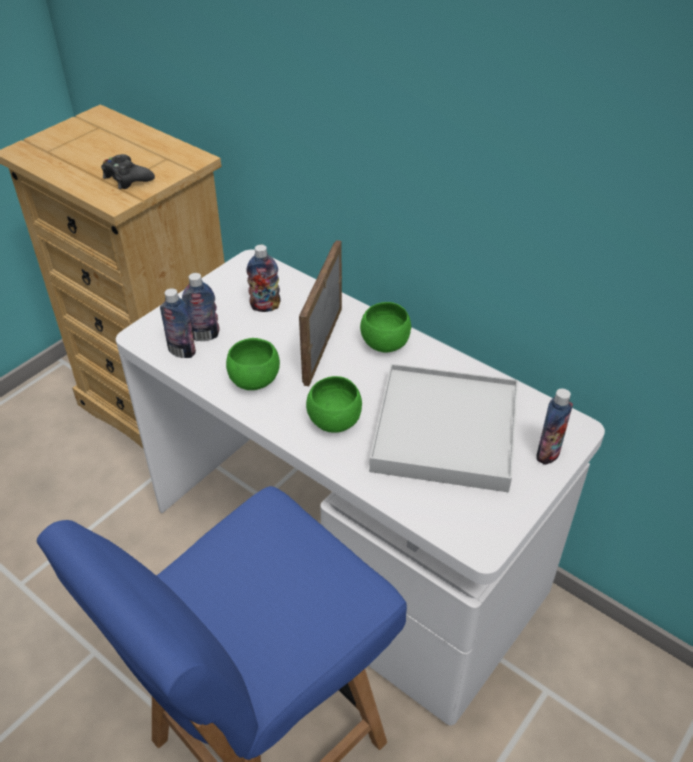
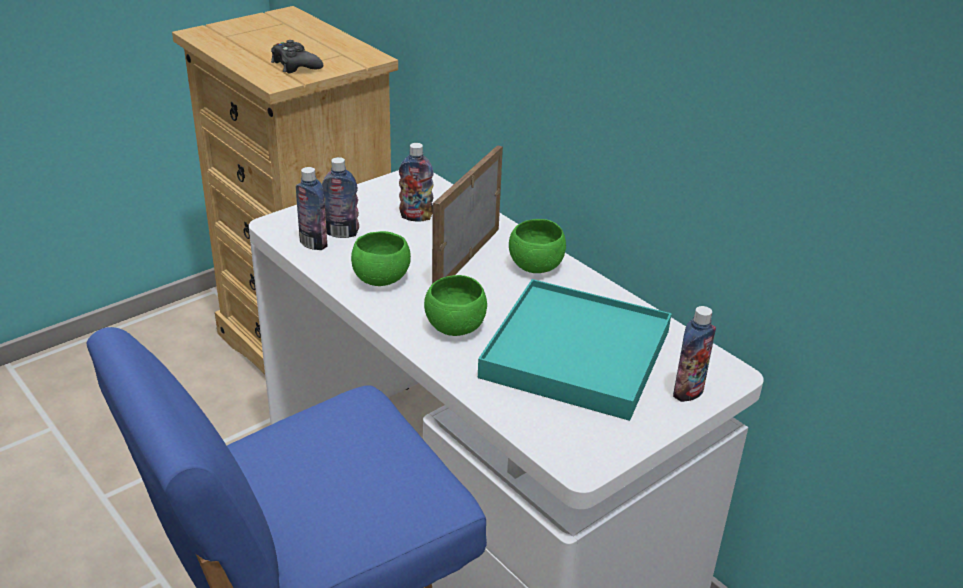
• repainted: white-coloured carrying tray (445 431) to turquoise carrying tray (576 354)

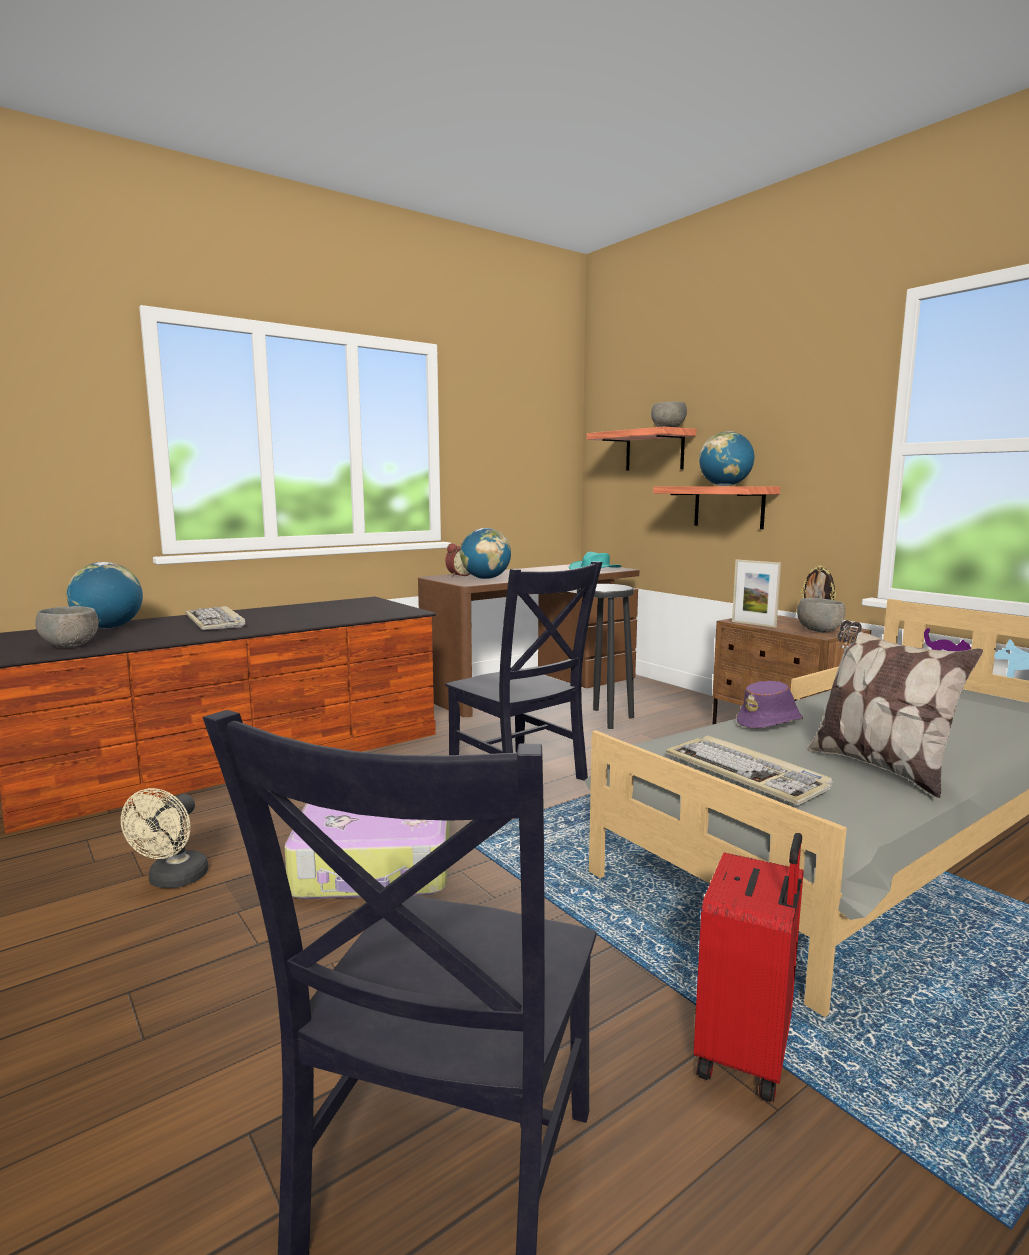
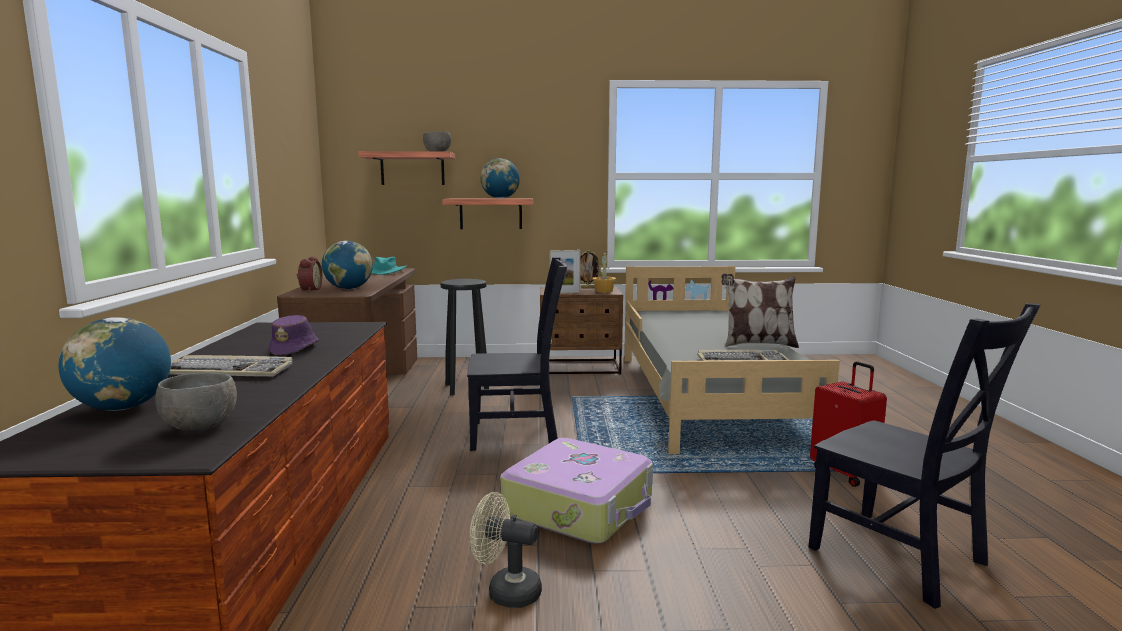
• shifted: purple-coloured hat (770 723) to (295 349)
• rotated: sand-coloured fan (173 880) = (506 591) 150 degrees clockwise
• swapped: gray serving bowl (819 631) to plant in a pot (604 291)

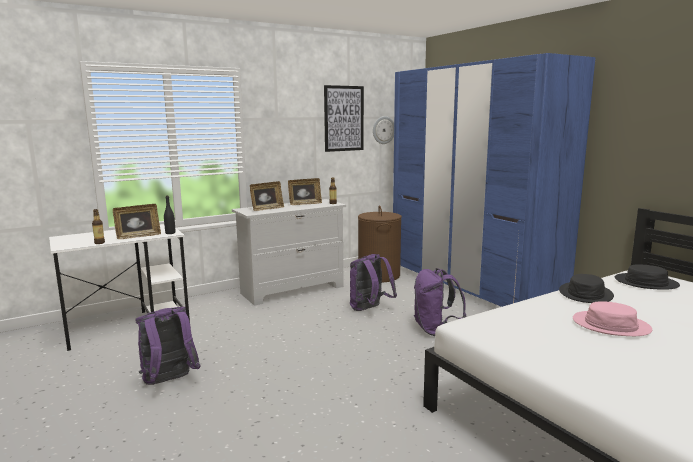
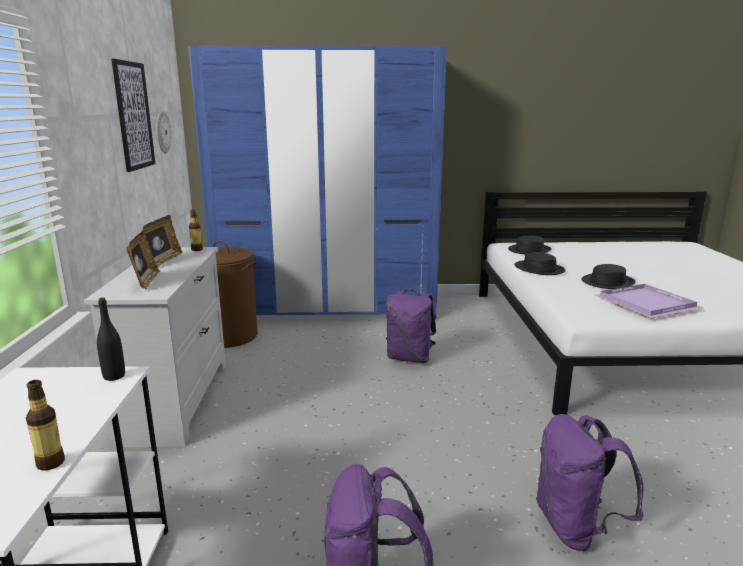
• shifted: purple-coloured rucksack (369 309) to (576 528)
• repainted: pinkish hat (610 325) to black hat (607 282)
• new: purple-coloured carrying tray (646 303)
• gone: picture frame (138 236)

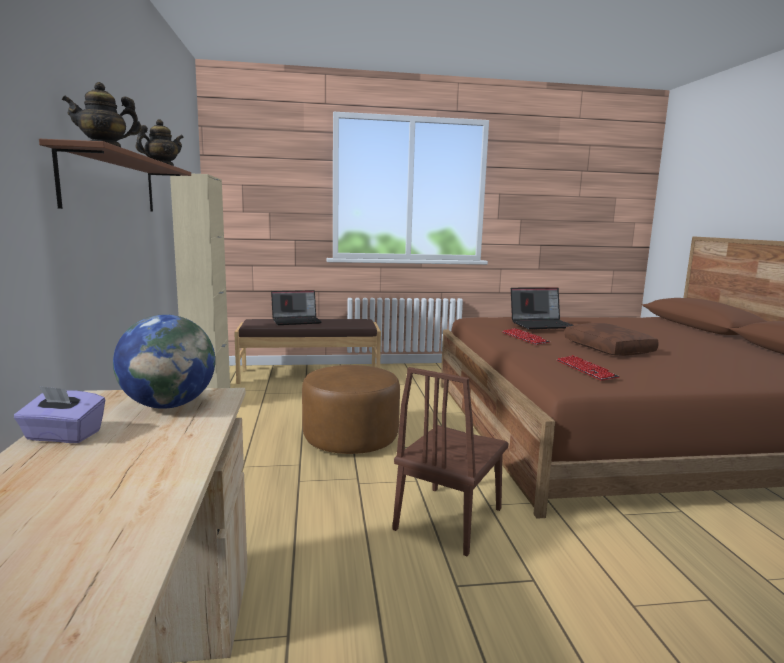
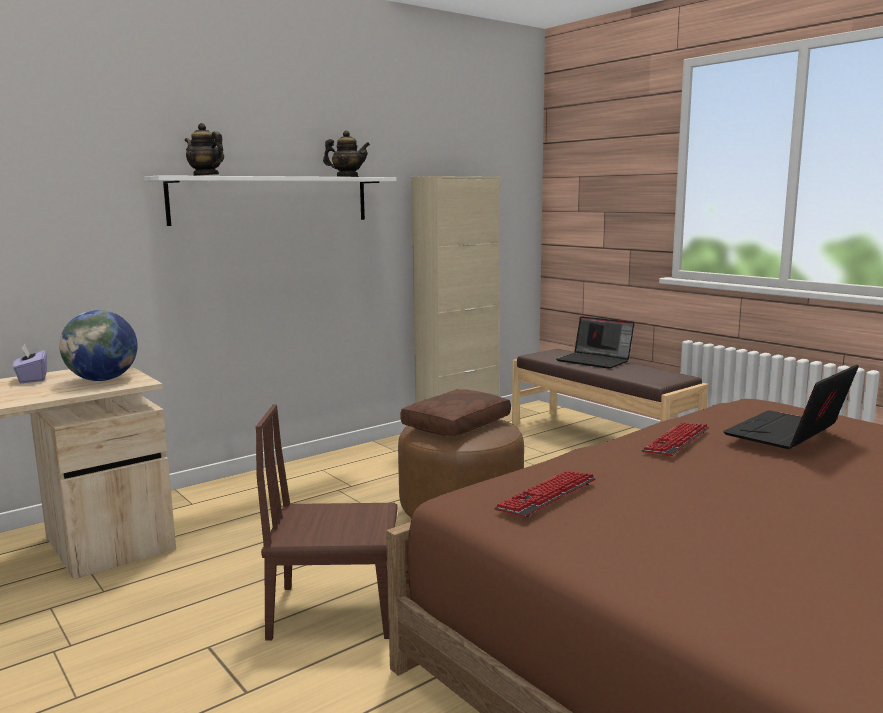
• repainted: brown-coloured shelf (112 184) to white-coloured shelf (272 200)
• shifted: brown-coloured pillow (609 349) to (457 425)
• rotated: portable computer (542 324) = (788 434) 90 degrees clockwise

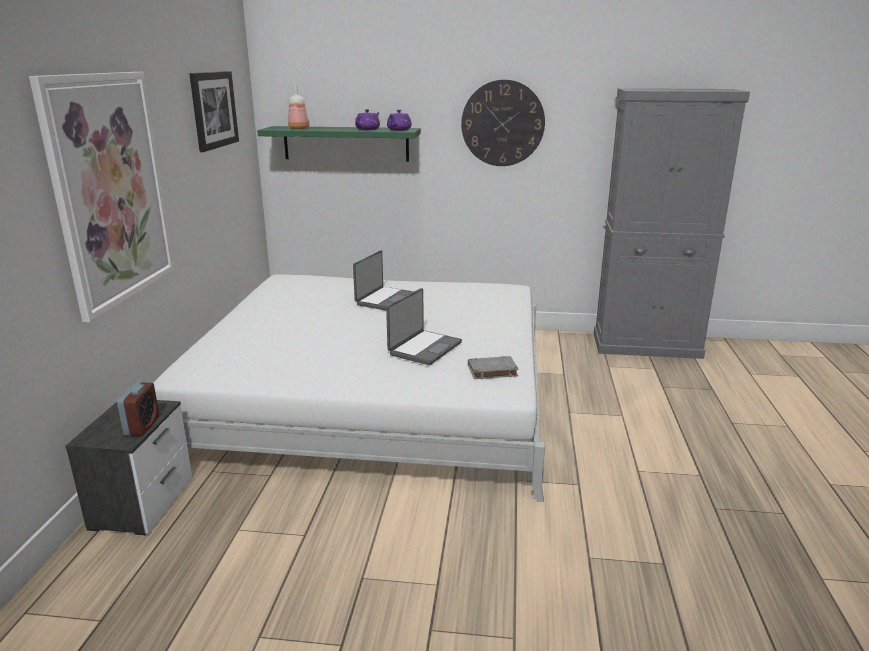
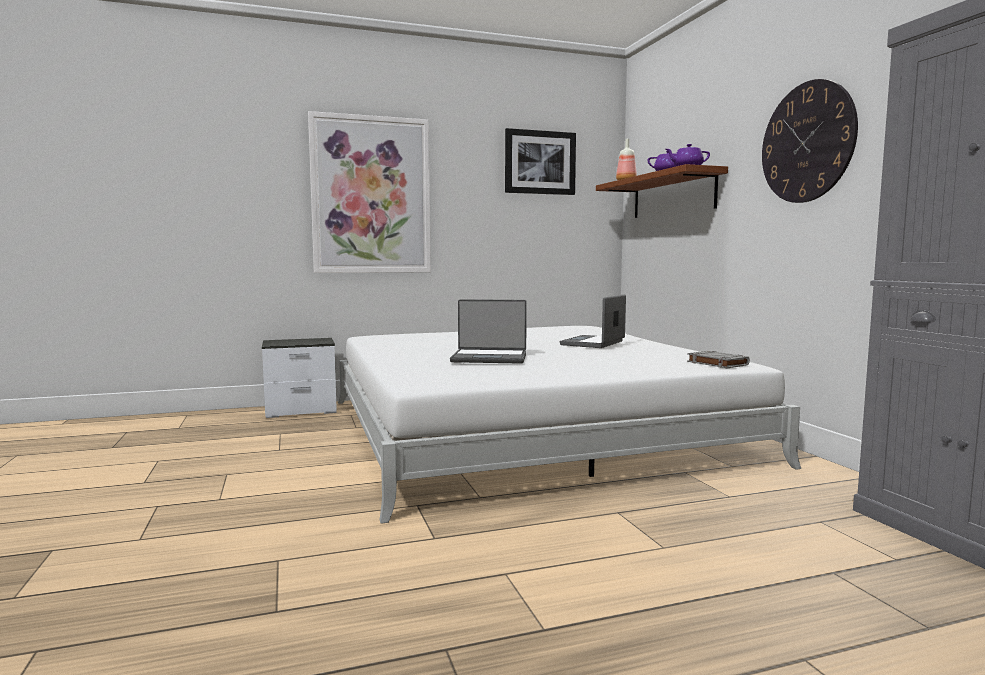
• rotated: portable computer (385 299) = (594 343) 120 degrees clockwise
• repainted: greenish shelf (346 143) to brown-coloured shelf (672 195)
• shifted: gray book (491 371) to (716 363)
• gone: bedside clock (142 426)

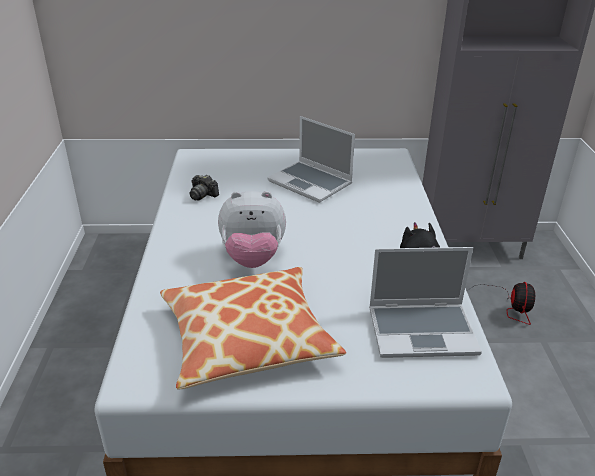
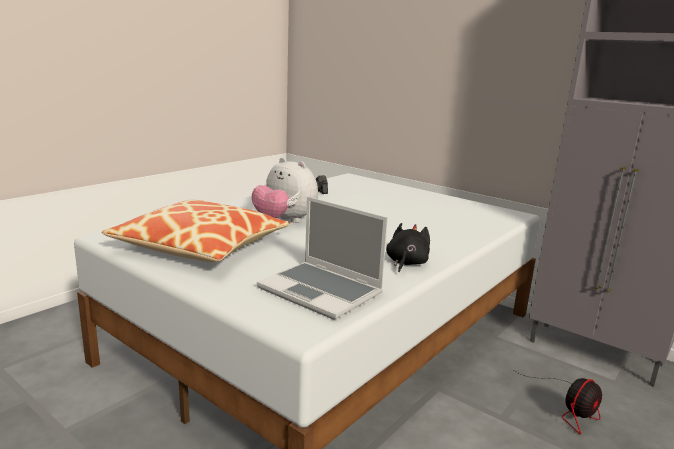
• gone: portable computer (311 183)

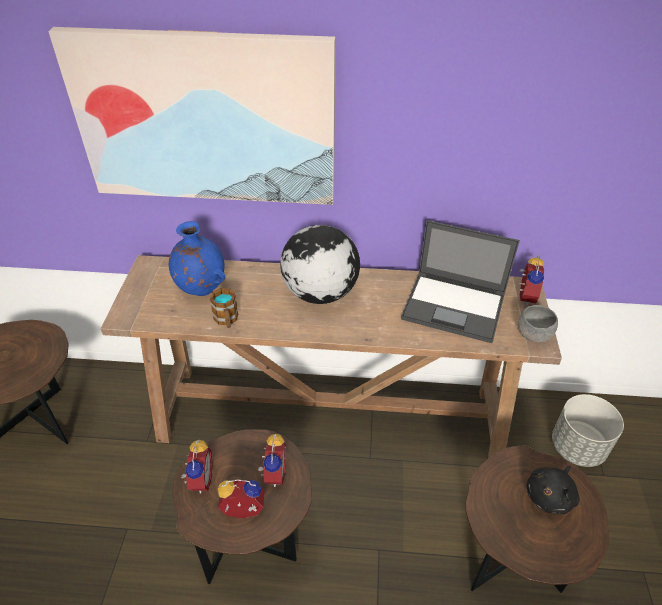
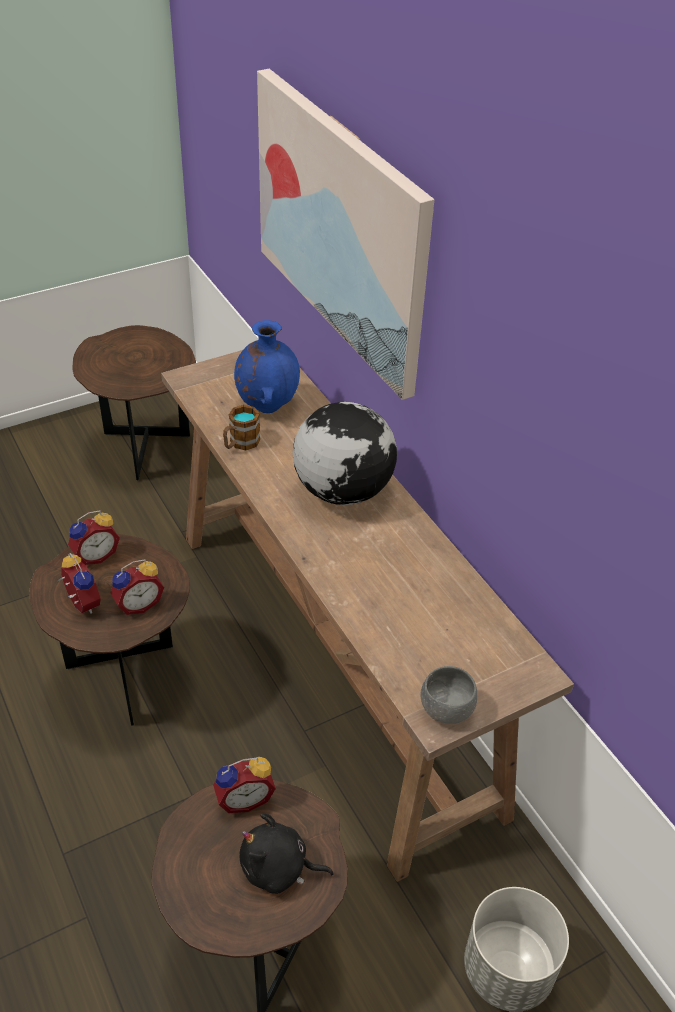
• shifted: bedside clock (524 296) to (244 798)
• gone: portable computer (455 307)

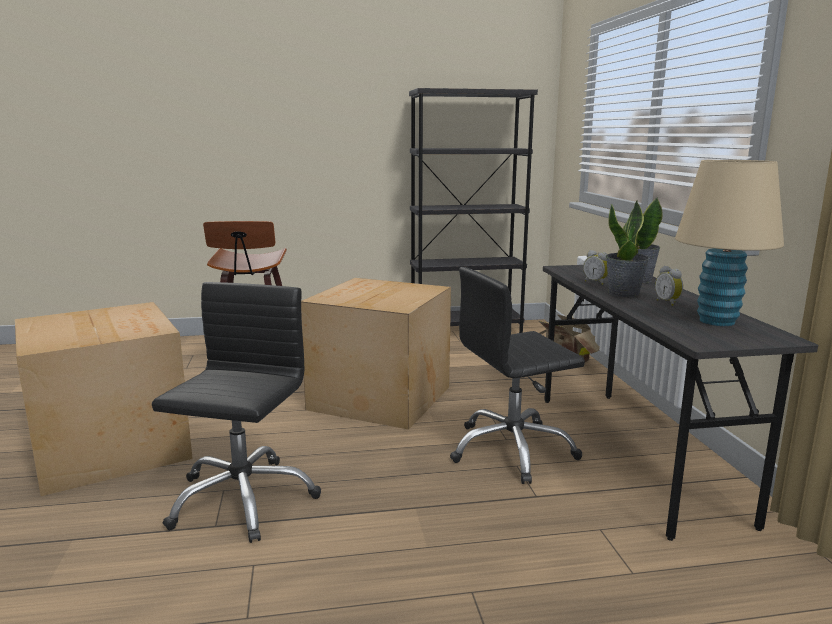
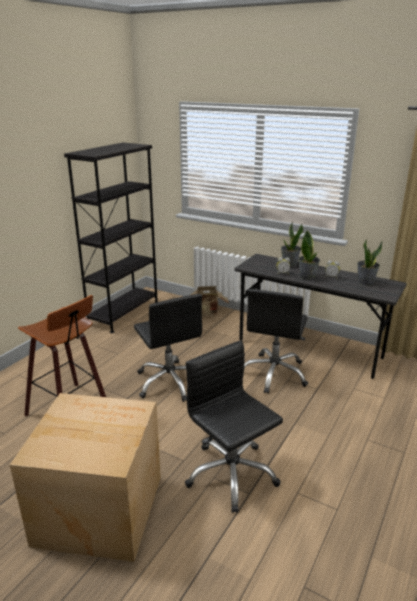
• swapped: cardboard box (378 398) to black desk chair (170 382)
• swapped: sand-coloured lamp for a table (717 321) to plant in a pot (365 282)

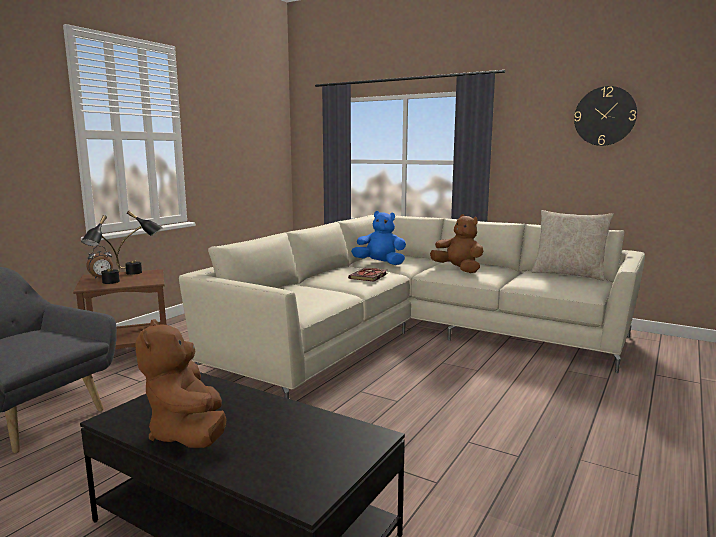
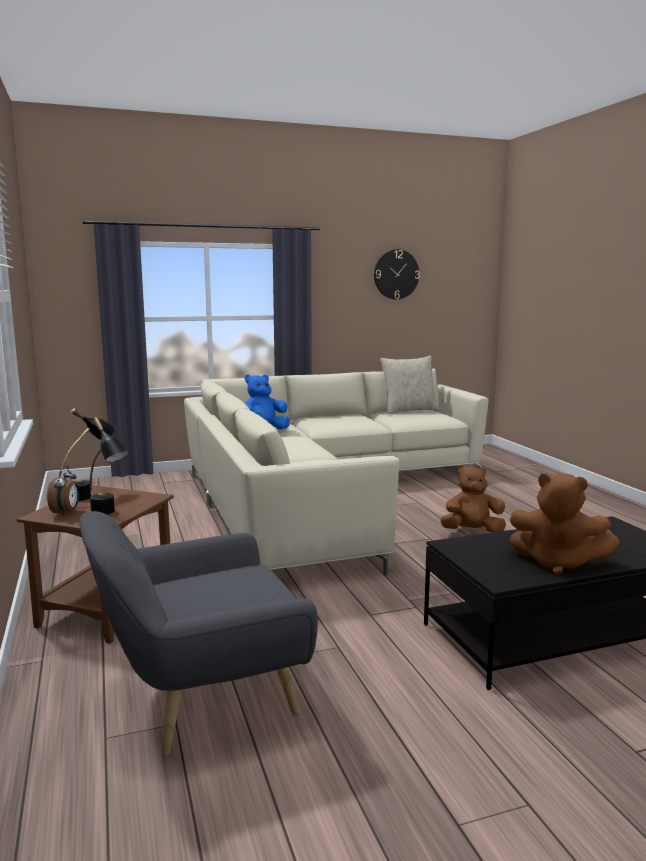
• shifted: brown-coloured plush toy (458 270) to (472 531)
• gone: book (369 276)

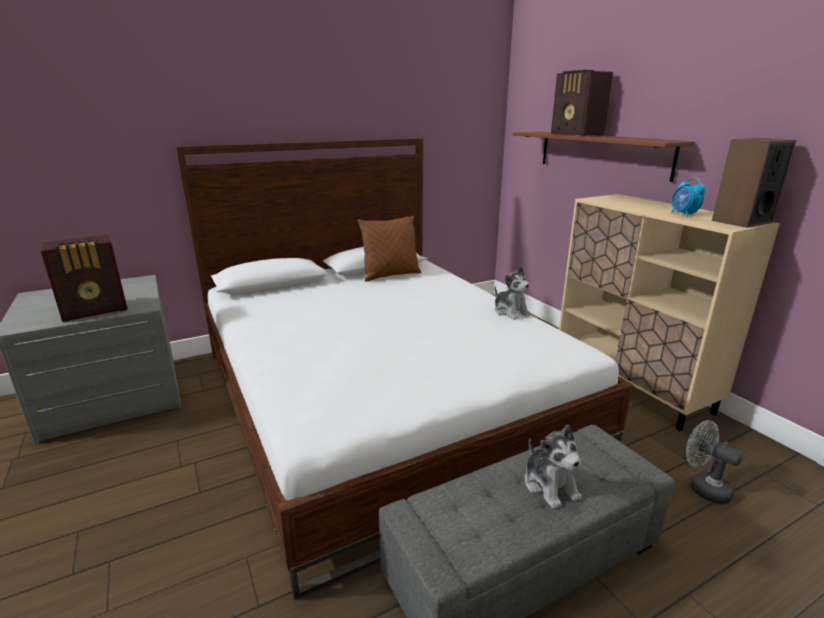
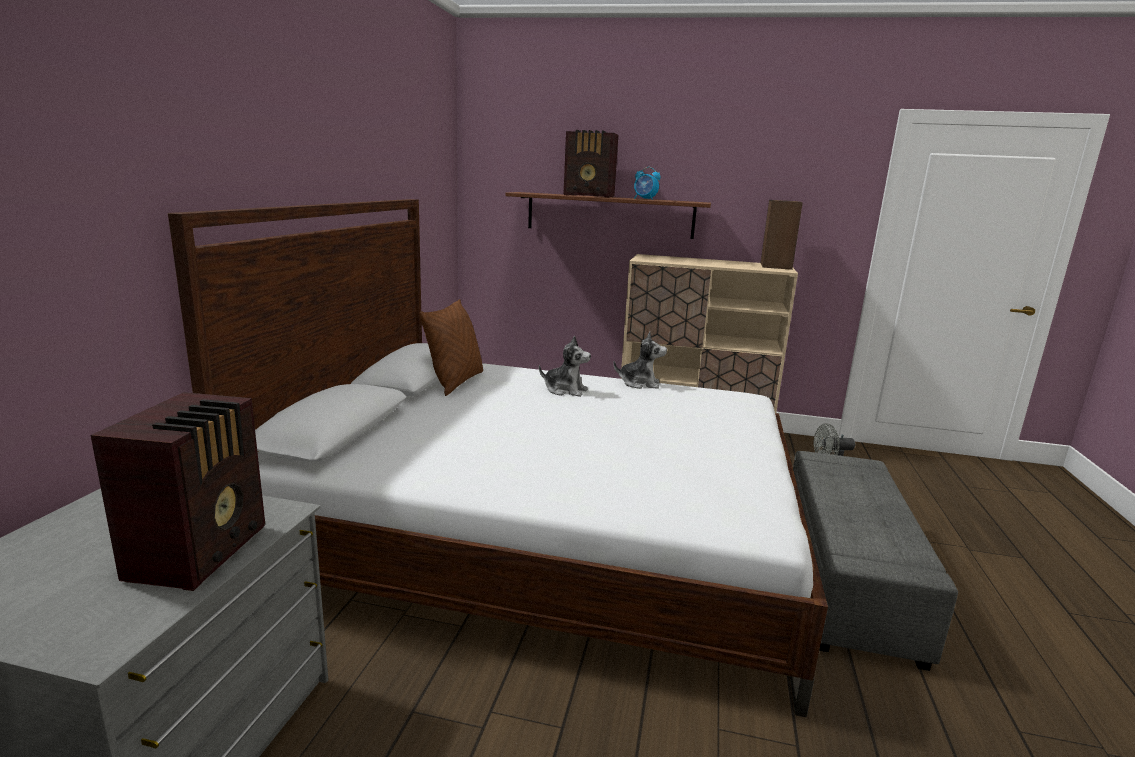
• shifted: plush toy (550 485) to (565 390)
• shifted: bedside clock (683 214) to (645 199)

